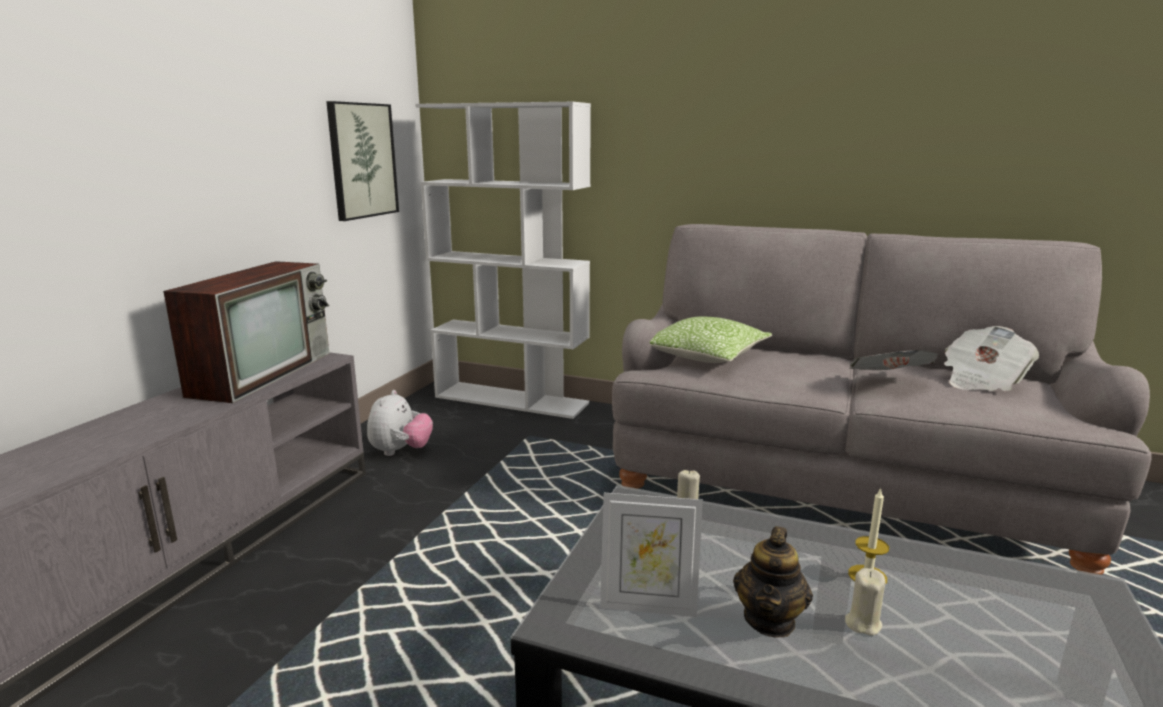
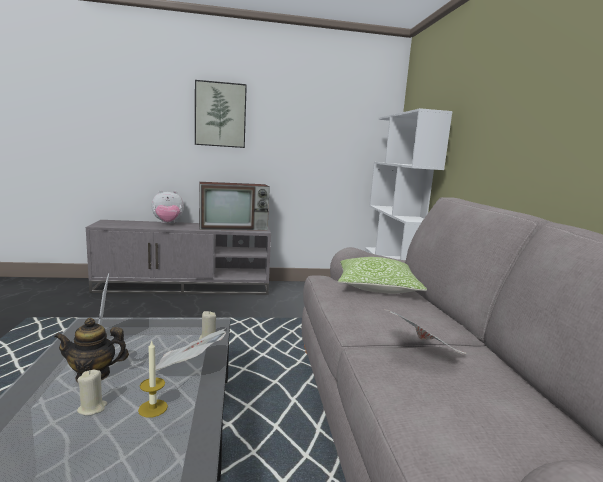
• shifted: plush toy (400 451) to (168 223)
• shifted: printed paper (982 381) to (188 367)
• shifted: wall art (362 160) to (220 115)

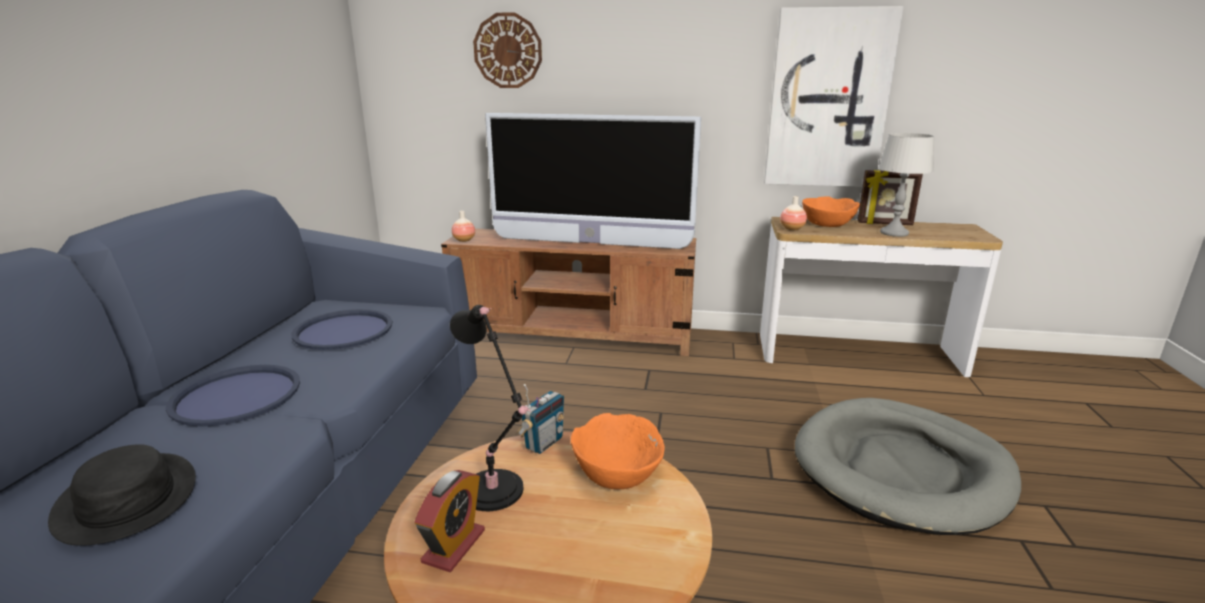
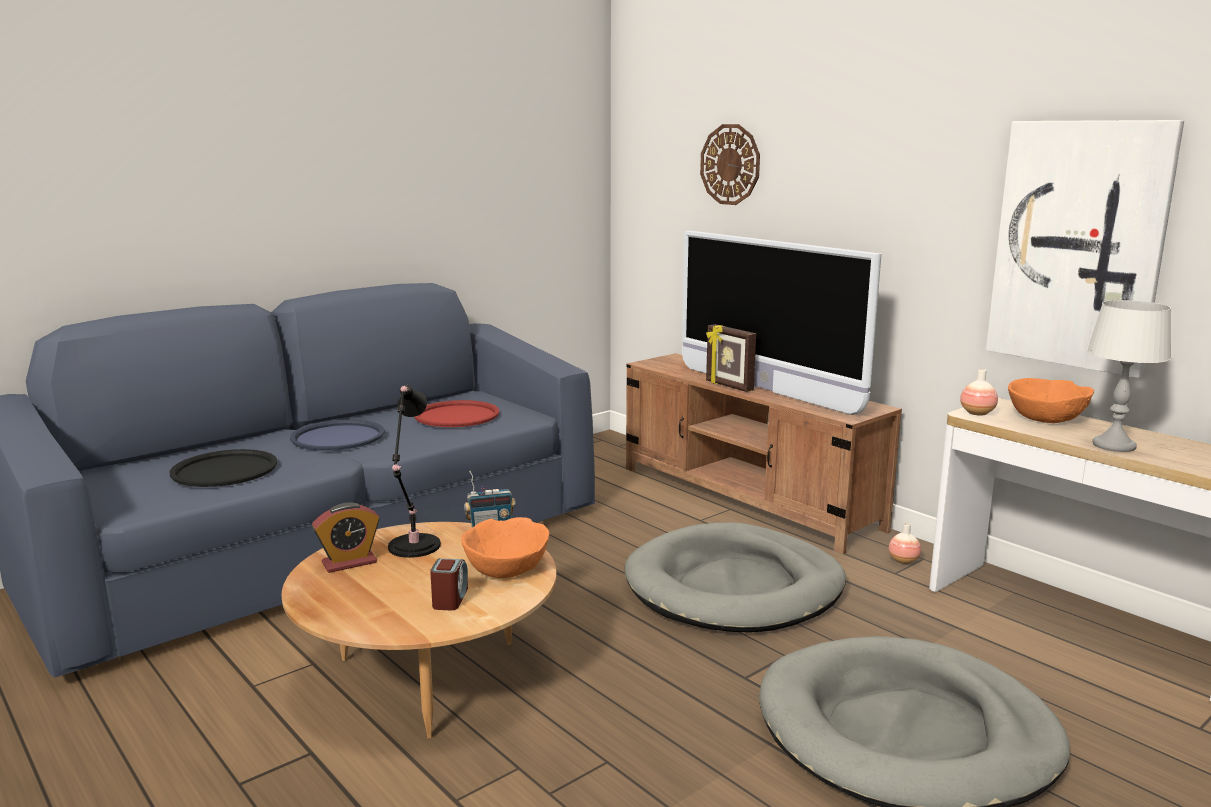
• swapped: black hat (126 499) to black carrying tray (224 470)
• repainted: blue-coloured carrying tray (343 331) to red-coloured carrying tray (456 415)
• new: bedside clock (450 599)
• new: gray dog cushion (734 586)
• shifted: picture frame (884 224) to (728 386)
• shifted: vase (464 240) to (903 561)

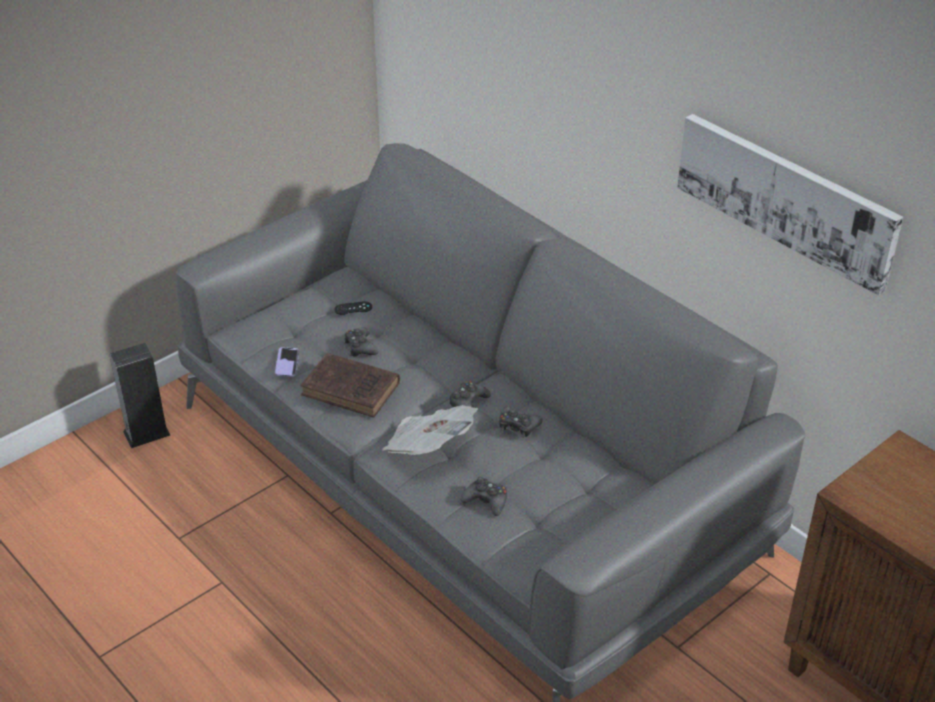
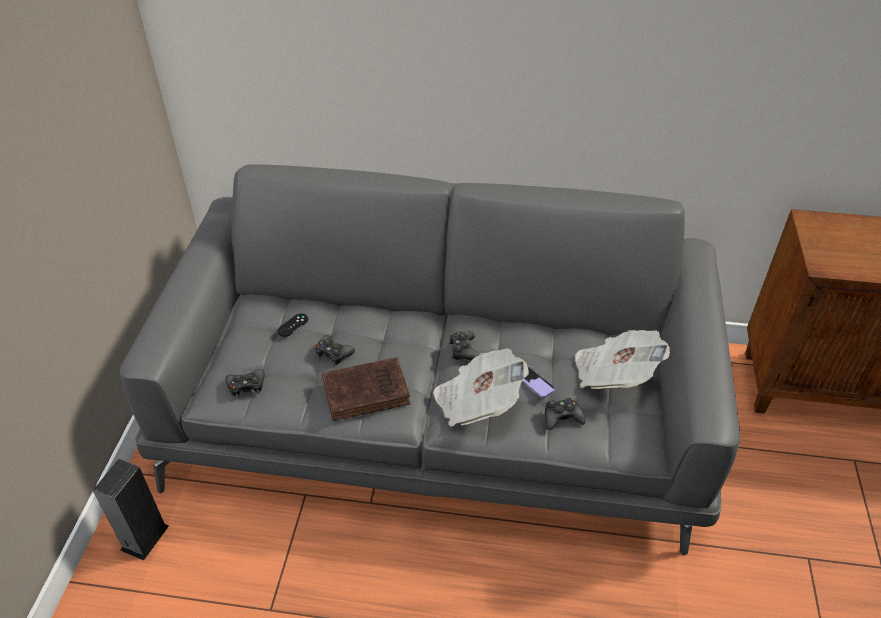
• shifted: black joypad (518 426) to (246 386)
• shifted: phone (287 363) to (534 382)
• new: printed paper (614 374)
• gone: wall art (786 199)

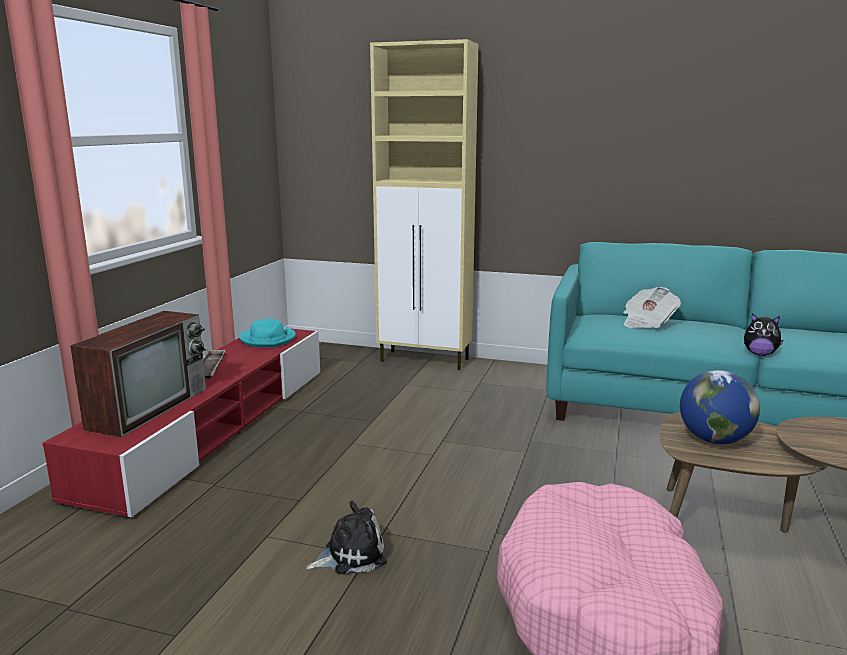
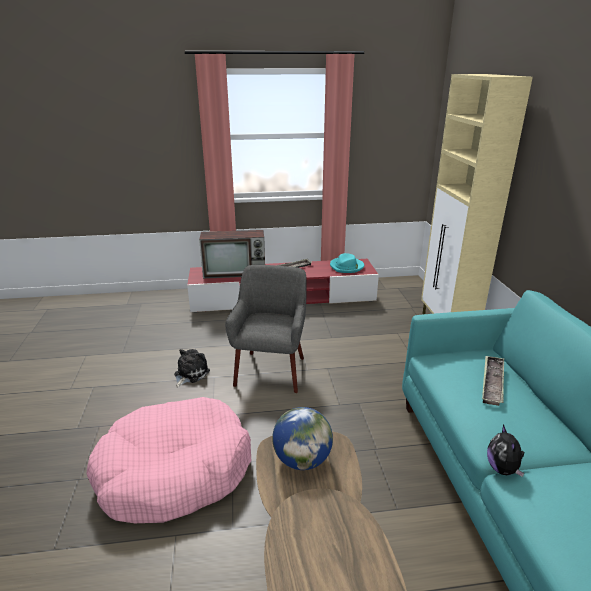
• rotated: plush toy (350 555) = (190 374) 105 degrees counterclockwise
• new: gray lounge chair (271 371)
• swapped: printed paper (647 323) to carrying tray (492 383)

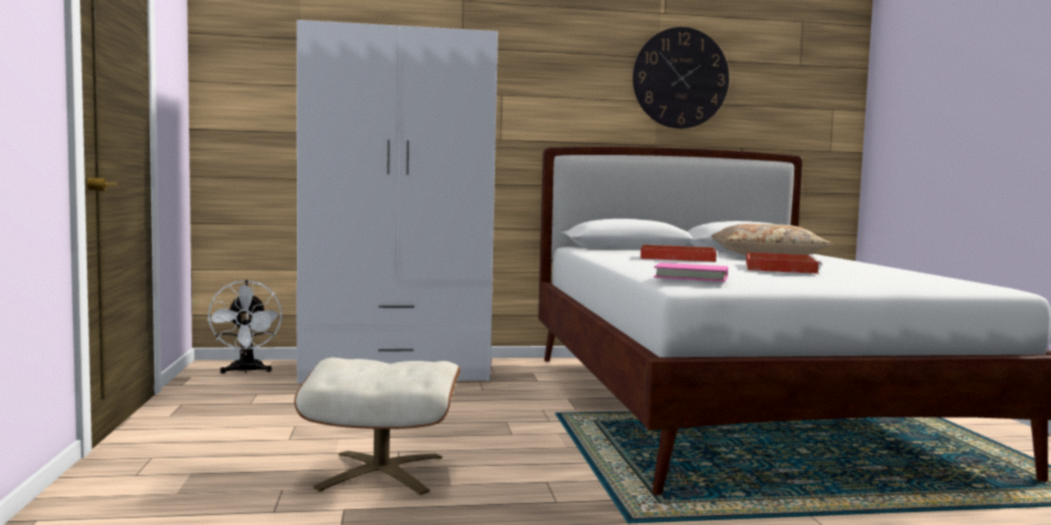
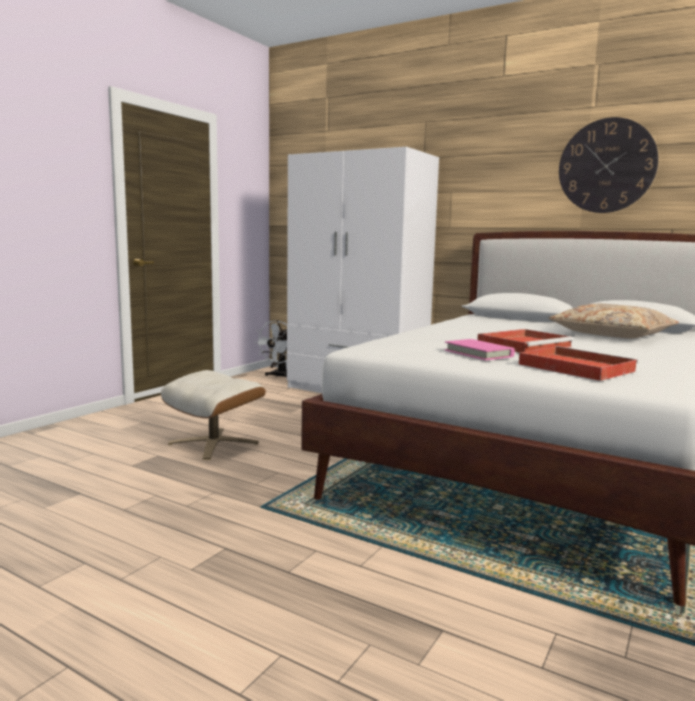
• shifted: pinkish book (691 277) to (478 353)
• shifted: red-coloured carrying tray (675 257) to (573 367)

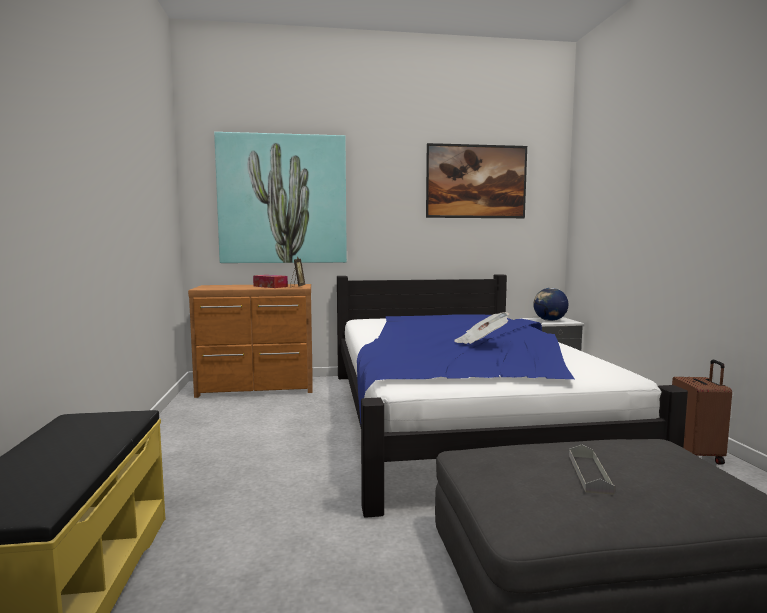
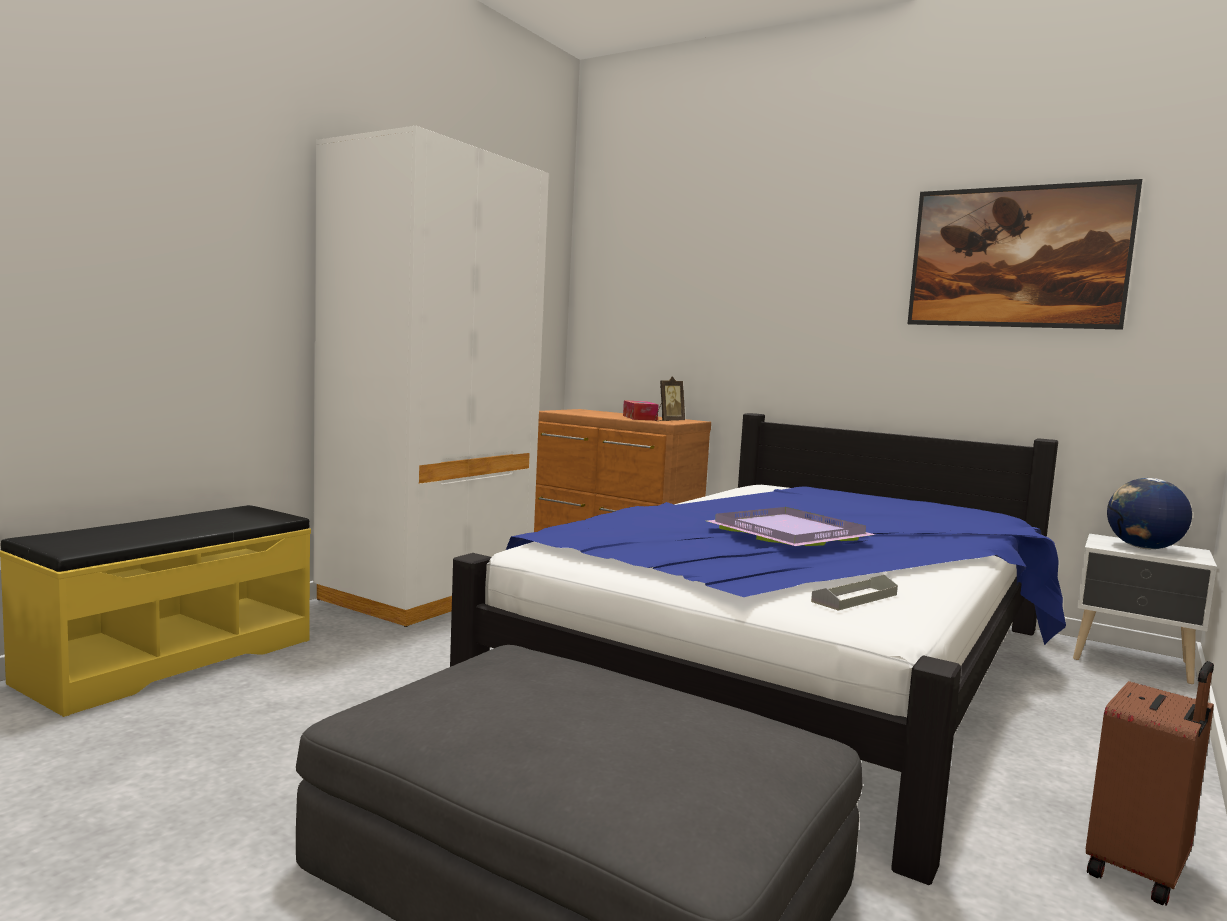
• new: white-coloured wardrobe (427 593)
• swapped: printed paper (481 342) to purple-coloured carrying tray (785 533)
• shifted: gray carrying tray (589 473) to (855 598)
• gone: wall art (283 199)

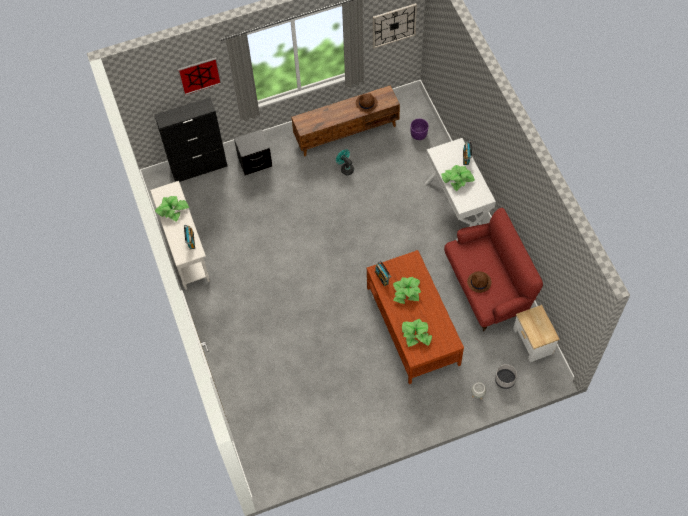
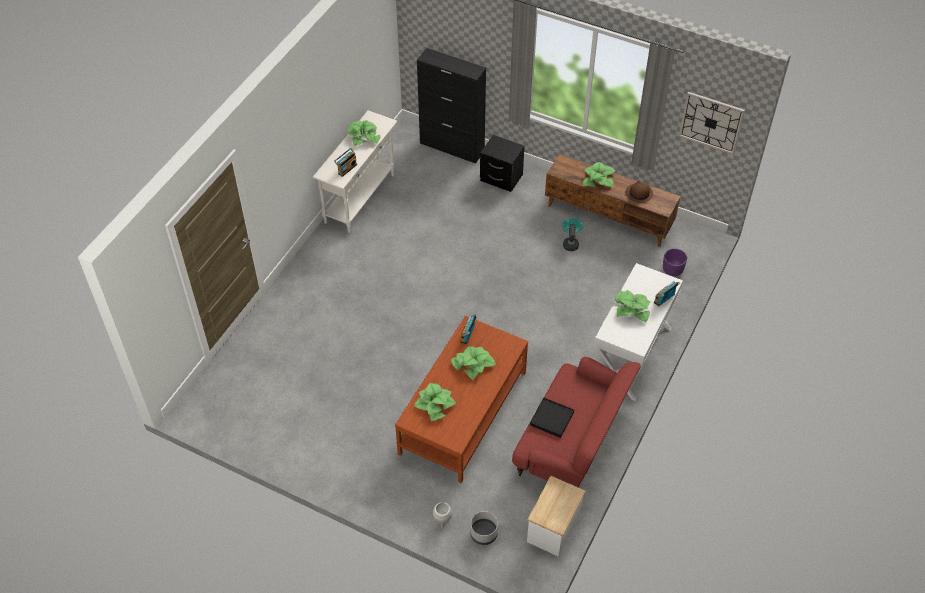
• swapped: brown-coloured hat (479 282) to black carrying tray (552 419)
• new: plant in a pot (598 179)
• gone: wall art (199 75)

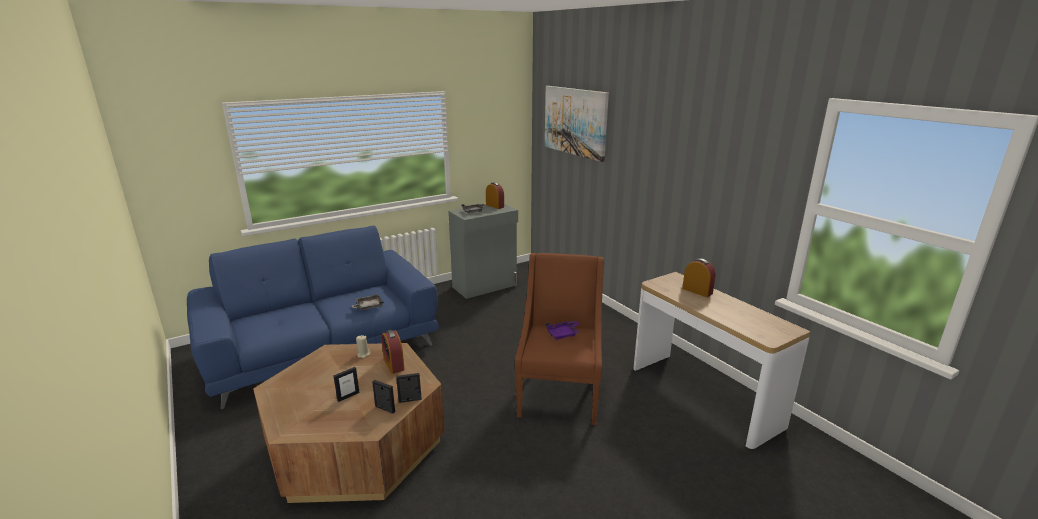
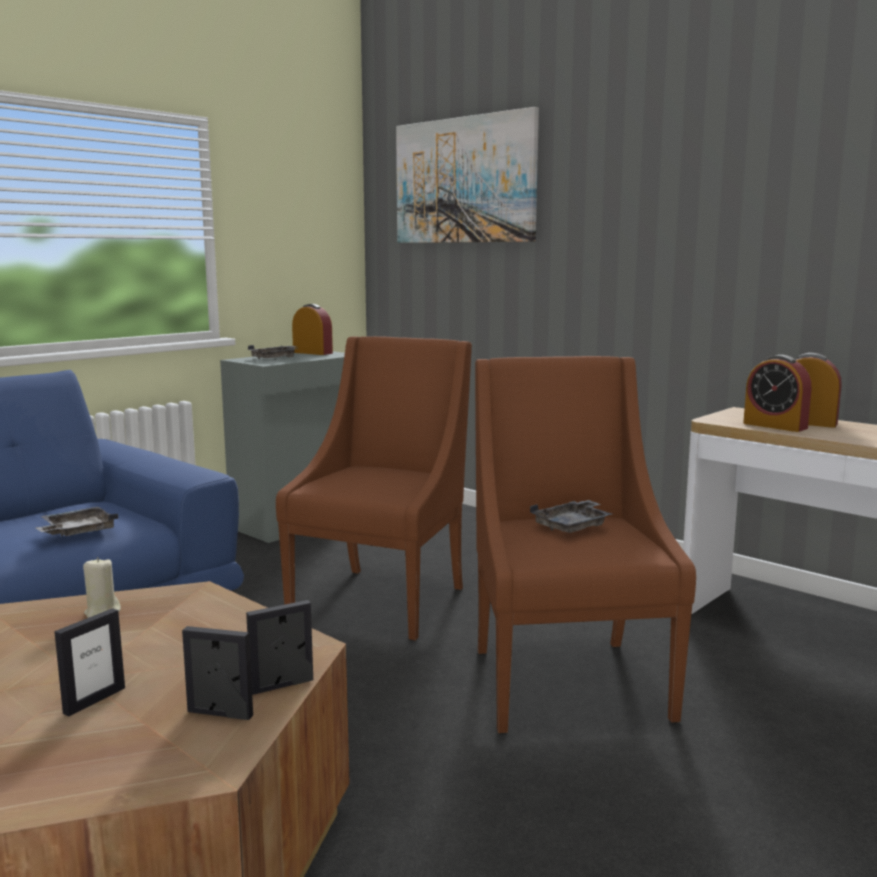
• new: brown-coloured lounge chair (382 599)
• repainted: purple-coloured carrying tray (563 334) to gray carrying tray (573 526)
• shifted: bedside clock (393 364) to (775 426)

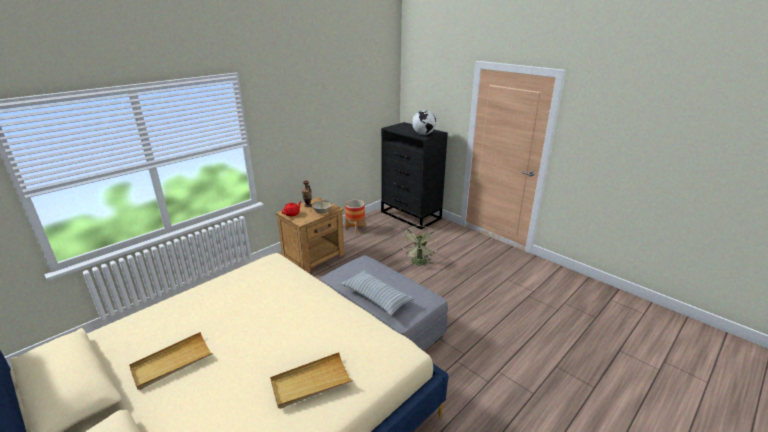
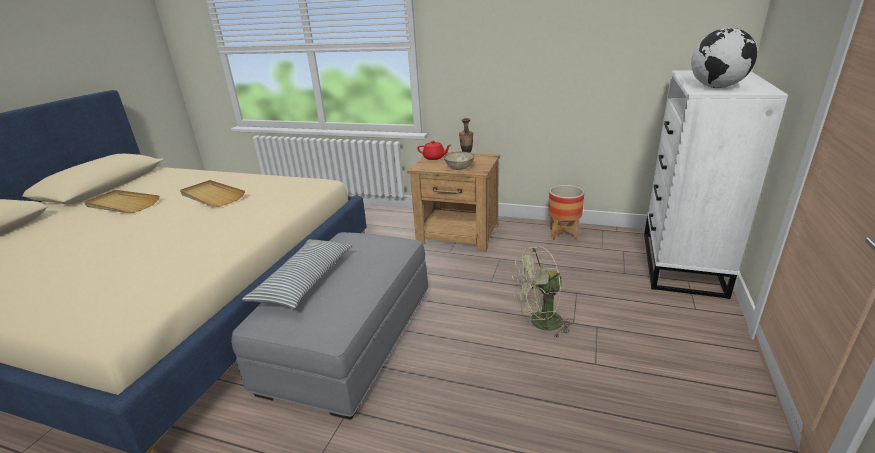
• shifted: sand-coloured carrying tray (311 382) to (212 196)
• repainted: black chest of drawers (411 215) to white-coloured chest of drawers (681 264)

